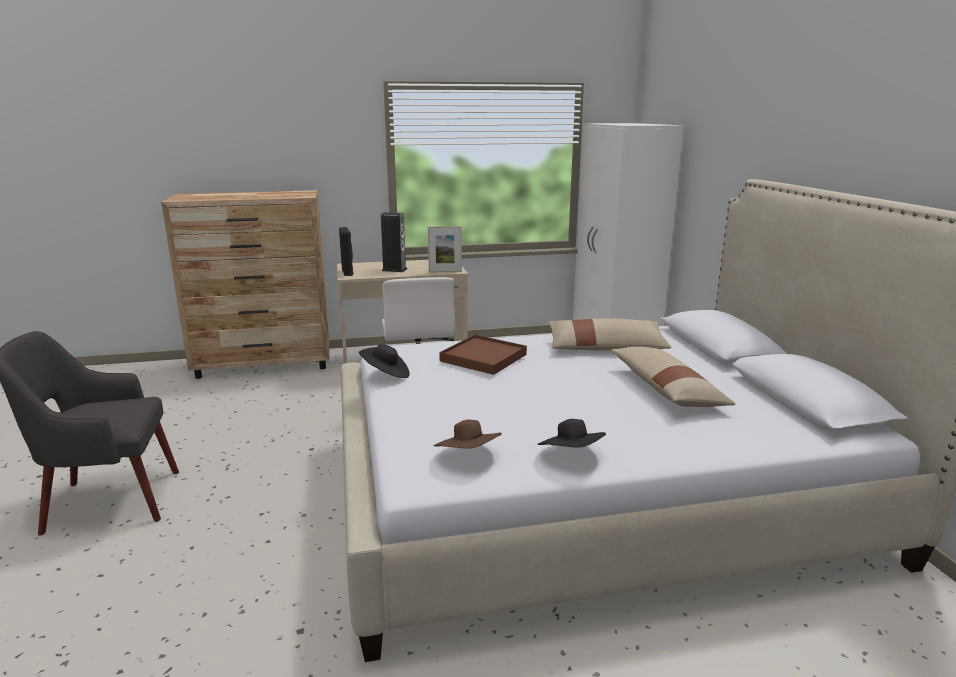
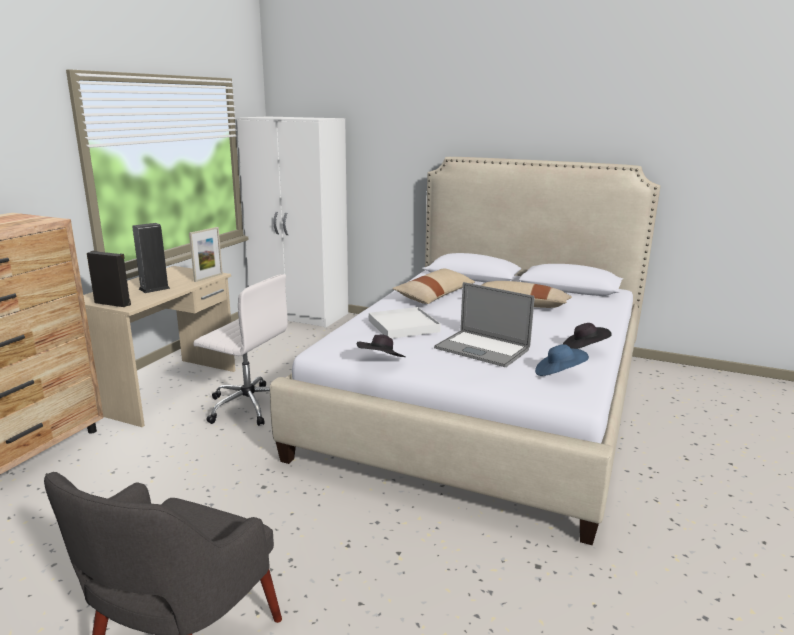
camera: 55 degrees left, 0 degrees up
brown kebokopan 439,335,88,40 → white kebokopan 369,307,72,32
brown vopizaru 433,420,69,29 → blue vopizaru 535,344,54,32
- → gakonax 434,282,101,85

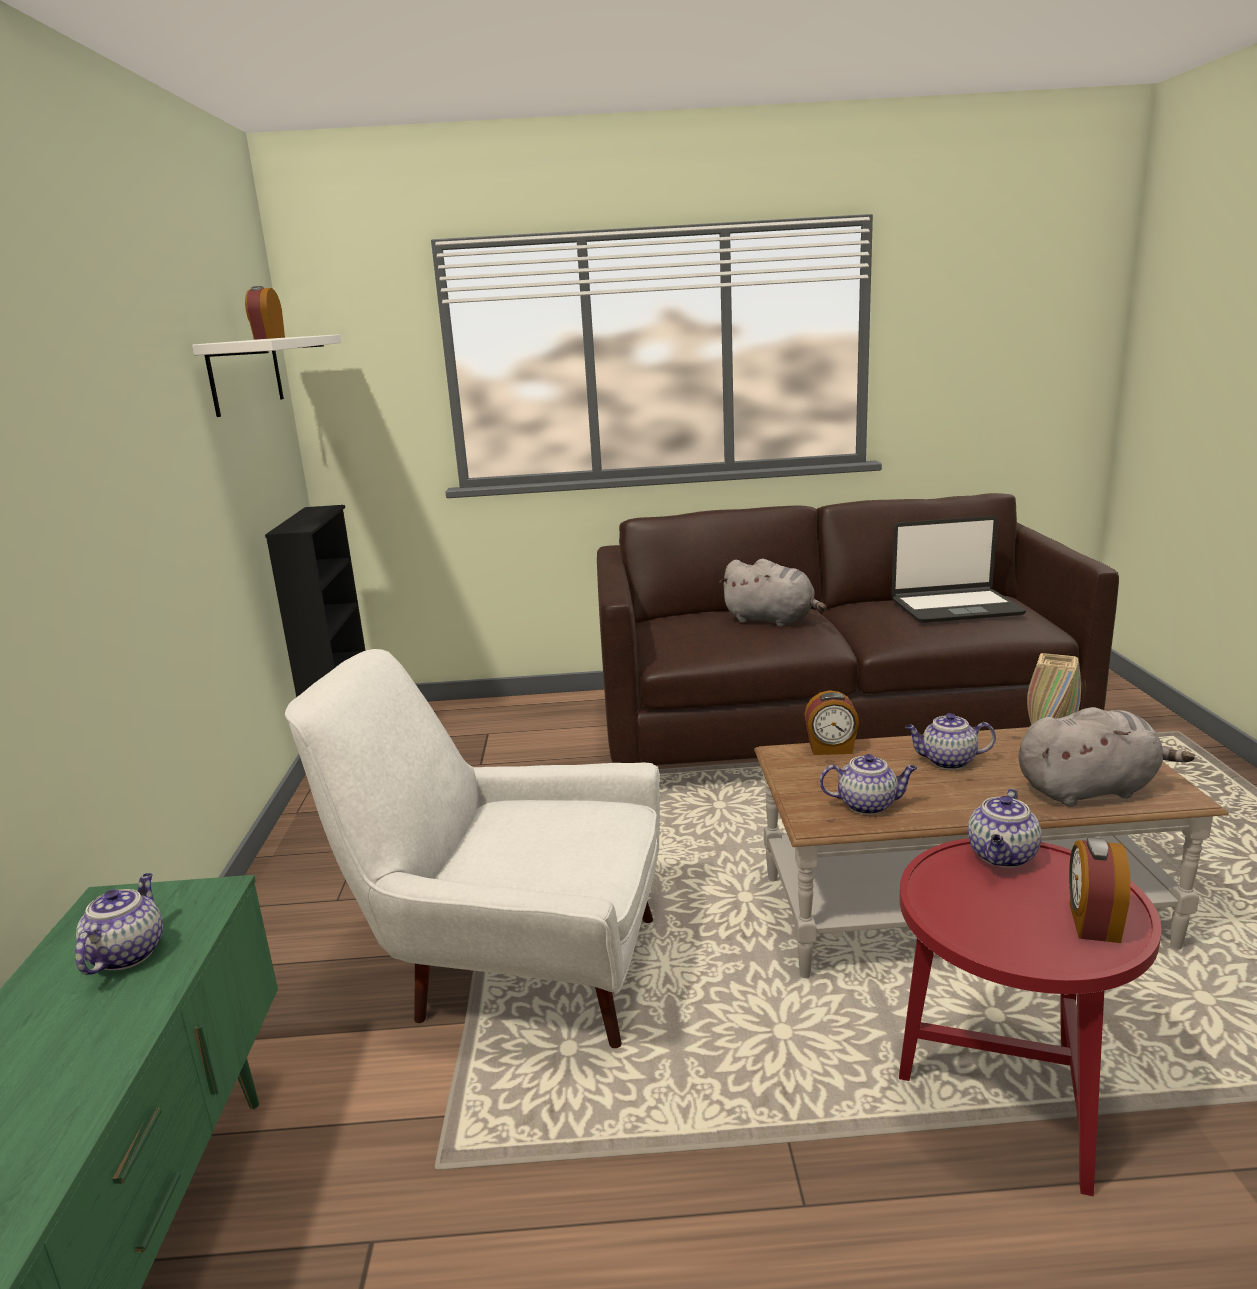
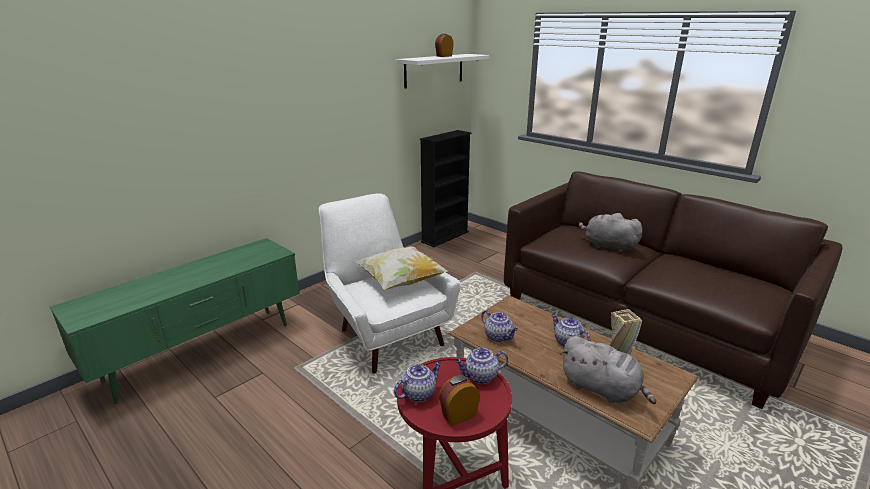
camera: 45 degrees right, 5 degrees up
gakonax 891,516,135,107 → -
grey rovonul 719,559,107,68 → grey rovonul 579,213,64,40, 135 degrees clockwise
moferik 804,690,55,65 → -
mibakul 75,873,88,102 → mibakul 394,361,47,41, move
- → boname 356,246,92,44

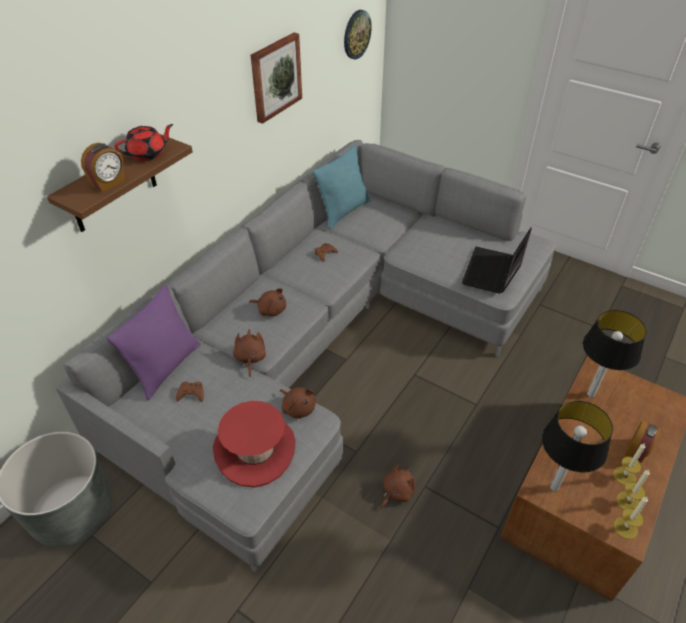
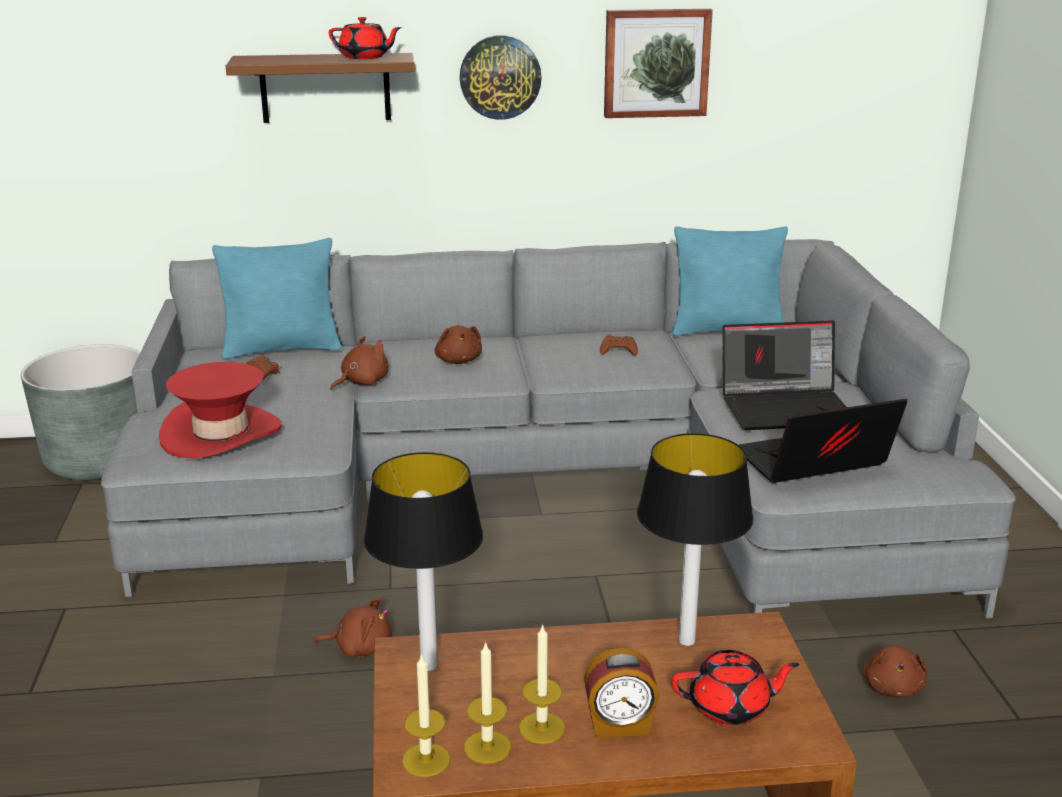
camera: 50 degrees right, 20 degrees down
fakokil 344,10,28,50 → fakokil 460,35,82,85, move
moferik 81,143,44,49 → -
purple boname 107,284,94,116 → turquoise boname 212,238,130,122
brown rovonul 280,387,36,32 → brown rovonul 863,645,64,53, move
- → gakonax 722,320,125,110
- → red mibakul 671,650,129,75

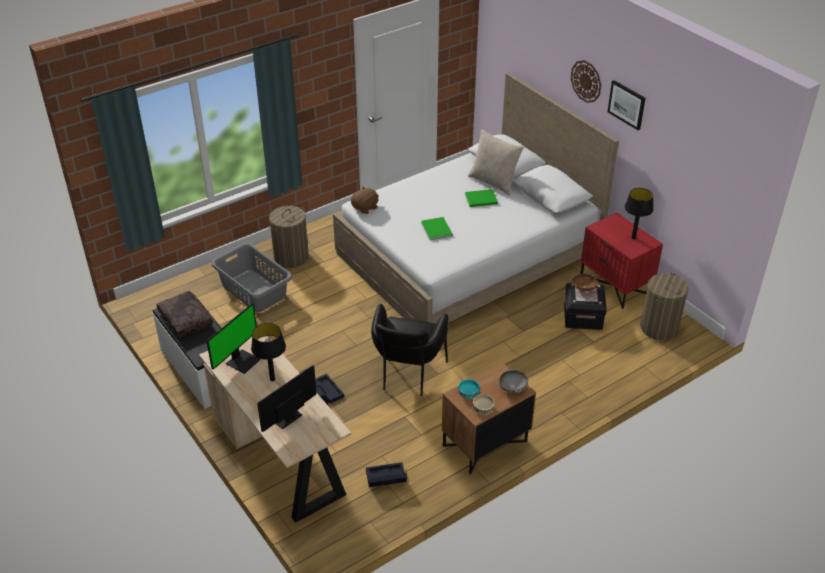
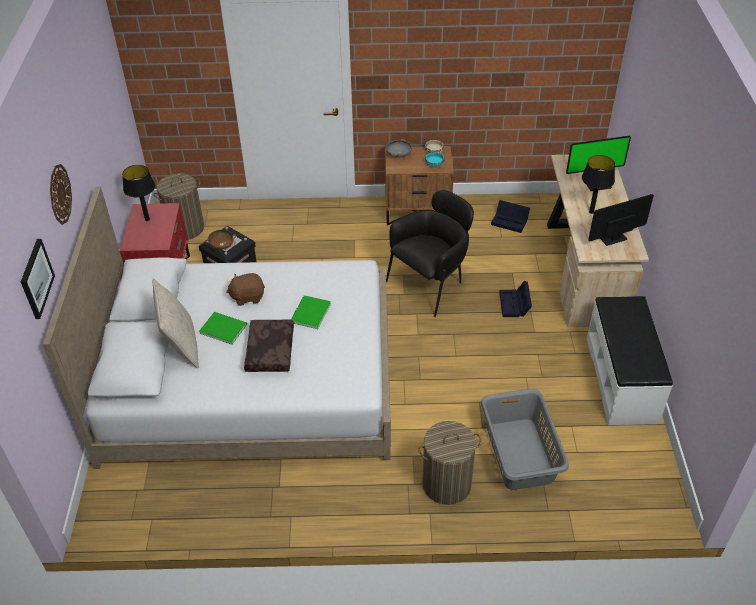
camera: 145 degrees left, 5 degrees up
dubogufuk 607,80,38,50 → dubogufuk 21,239,34,80, move
brown rovonul 351,187,28,27 → brown rovonul 226,273,39,33, move
brown boname 156,291,57,47 → brown boname 244,320,50,52, move

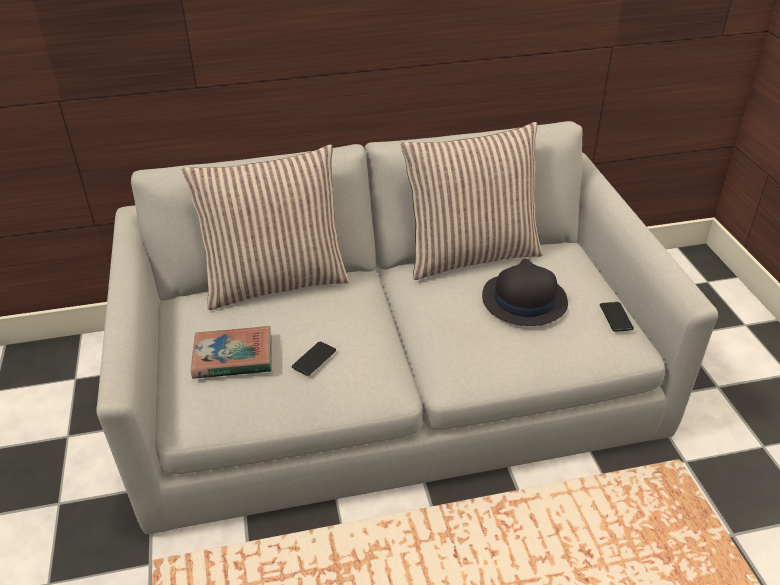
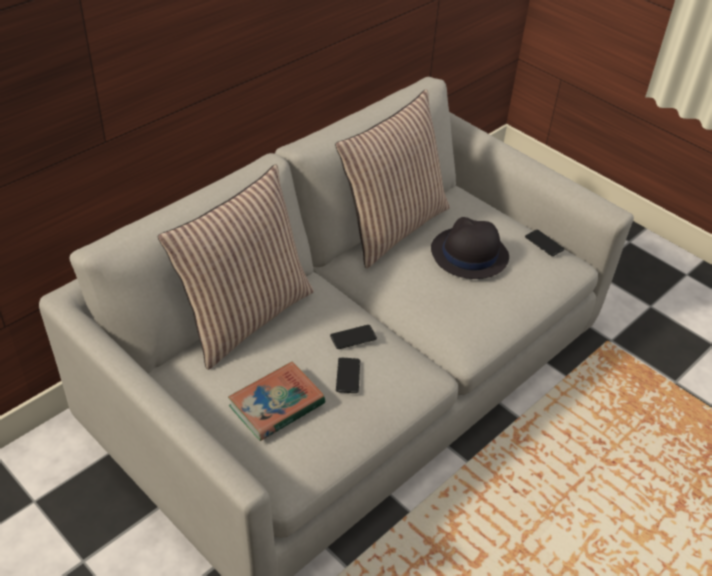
camera: 35 degrees left, 5 degrees up
- → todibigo 330,325,47,24

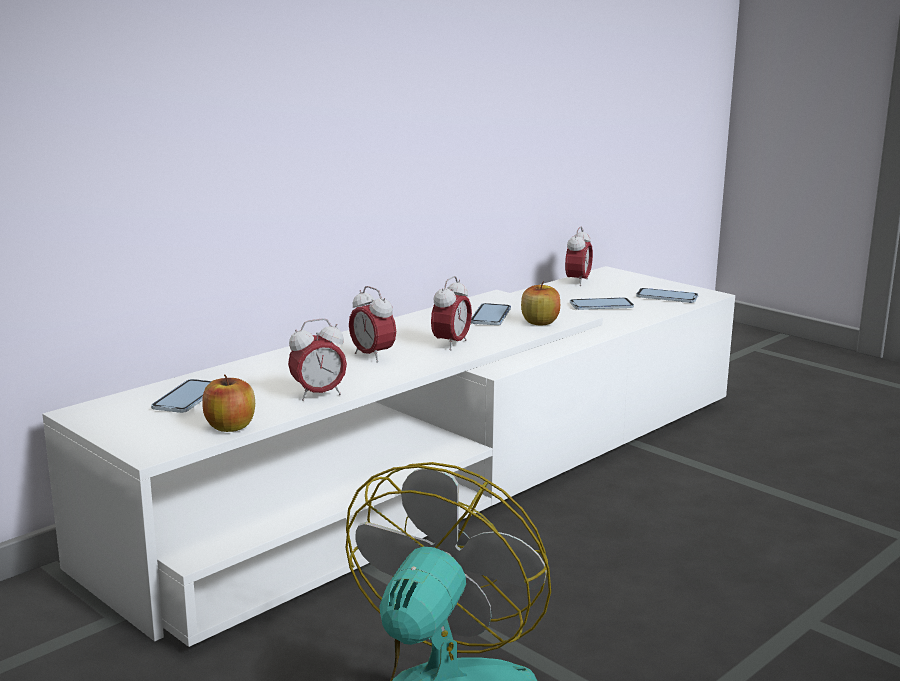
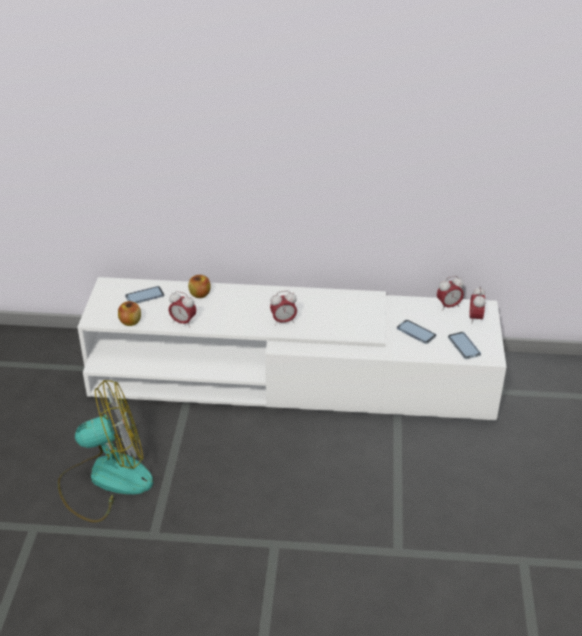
camera: 50 degrees right, 20 degrees up
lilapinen 521,281,39,45 → lilapinen 188,275,23,23, move
moferik 349,286,47,77 → moferik 469,286,17,38, move
todibigo 471,303,40,22 → -

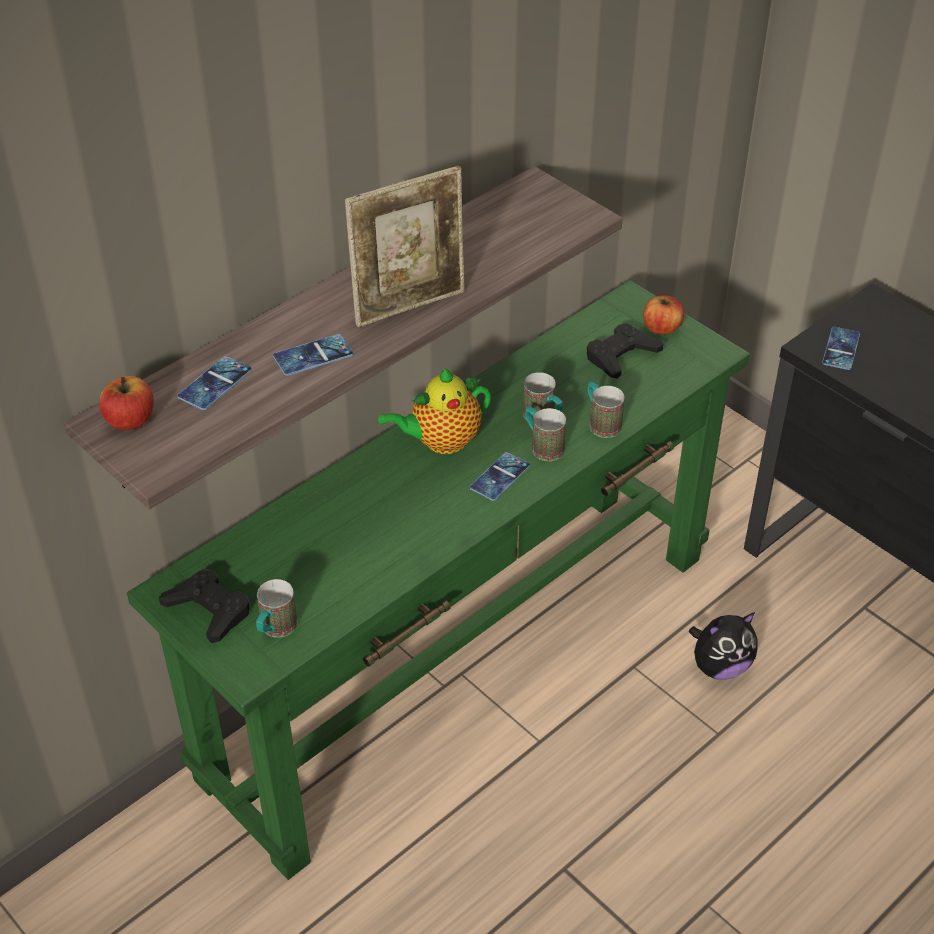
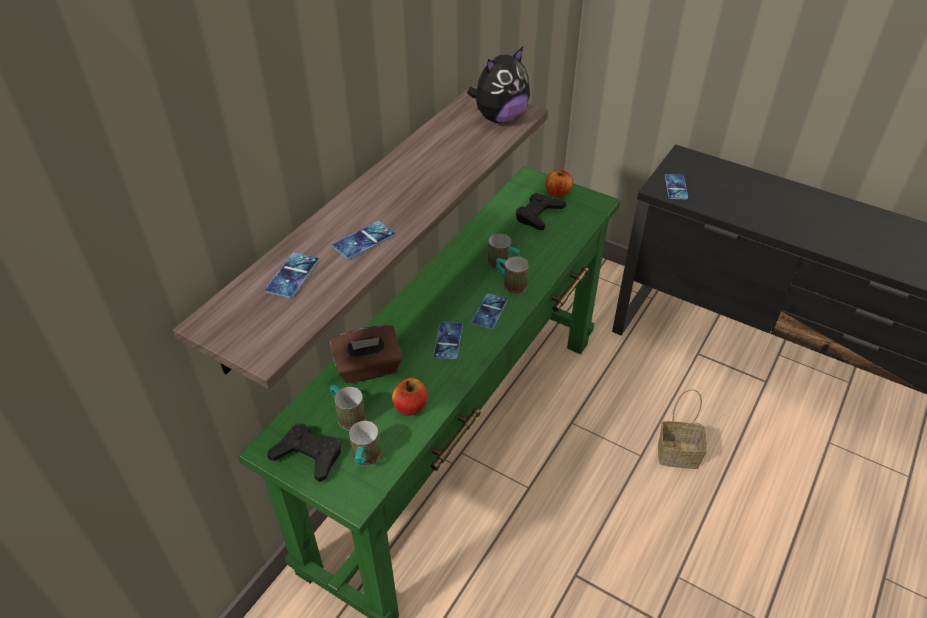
camera: 15 degrees left, 0 degrees up
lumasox 345,166,120,161 → -
mibakul 378,368,113,86 → -
lilapinen 99,376,55,54 → lilapinen 392,378,35,38, move
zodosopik 588,382,37,56 → zodosopik 330,385,36,46, move
rovonul 689,612,69,68 → rovonul 467,47,63,76, move
- → todibigo 433,322,30,38
- → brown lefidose 330,325,72,59
- → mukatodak 658,389,49,80

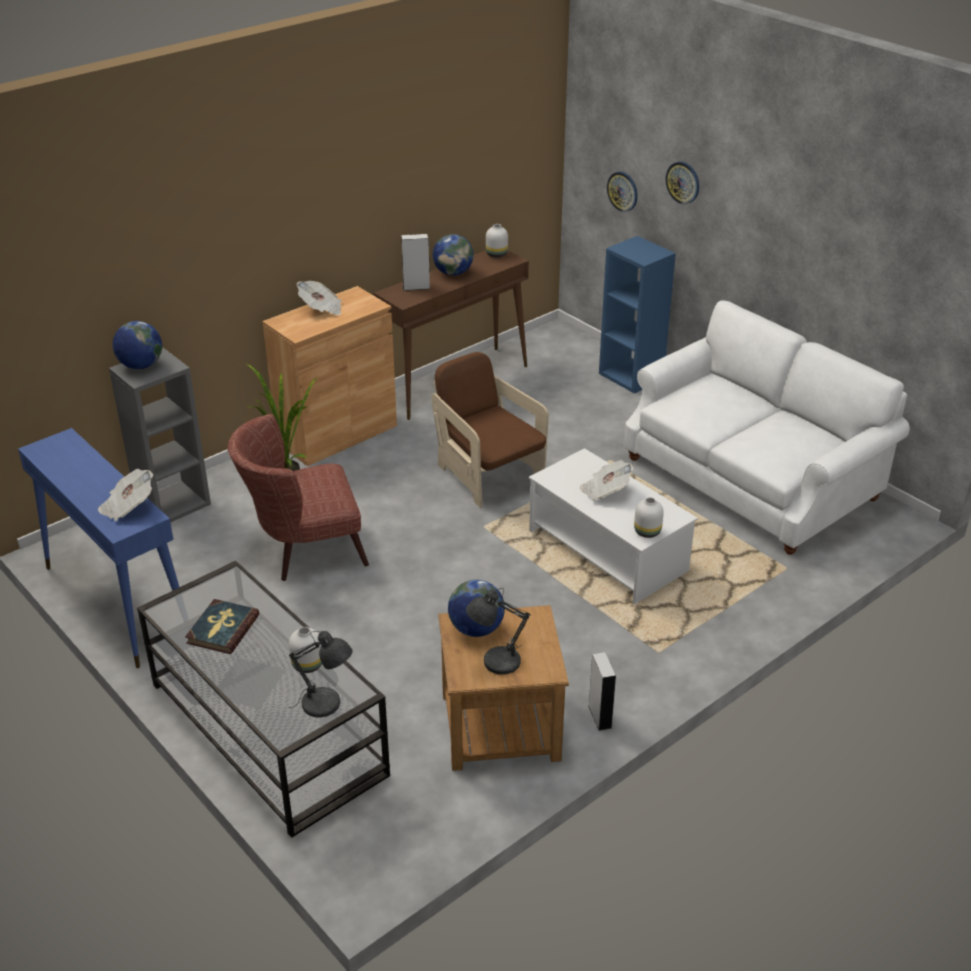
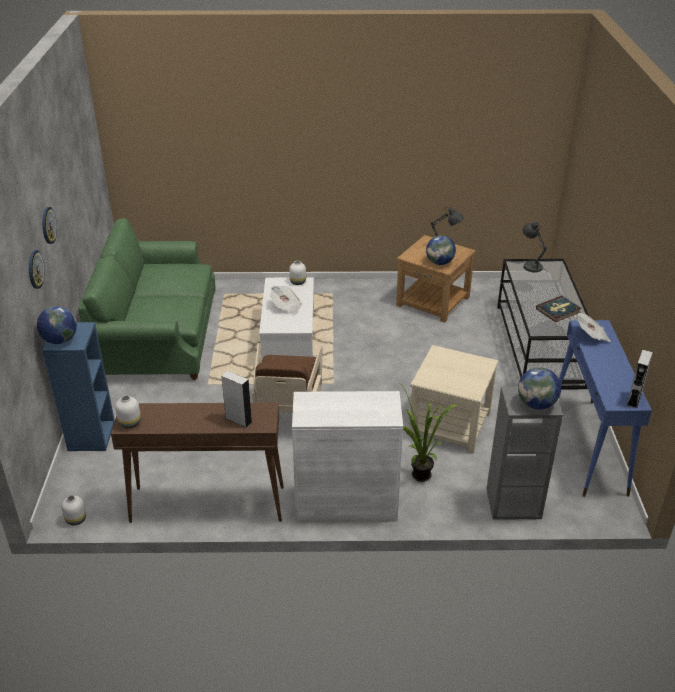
camera: 140 degrees left, 0 degrees up
fakokil 607,172,31,40 → fakokil 42,207,15,37, move
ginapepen 433,234,40,42 → ginapepen 37,306,40,38, move
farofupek 297,281,45,34 → -
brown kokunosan 262,286,135,180 → white kokunosan 292,391,111,132
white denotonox 624,300,286,255 → green denotonox 78,218,137,162
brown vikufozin 228,414,141,167 → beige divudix 409,345,90,109
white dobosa 289,627,33,46 → white dobosa 62,495,24,31, move
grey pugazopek 589,652,27,79 → grey pugazopek 626,349,27,59, move

